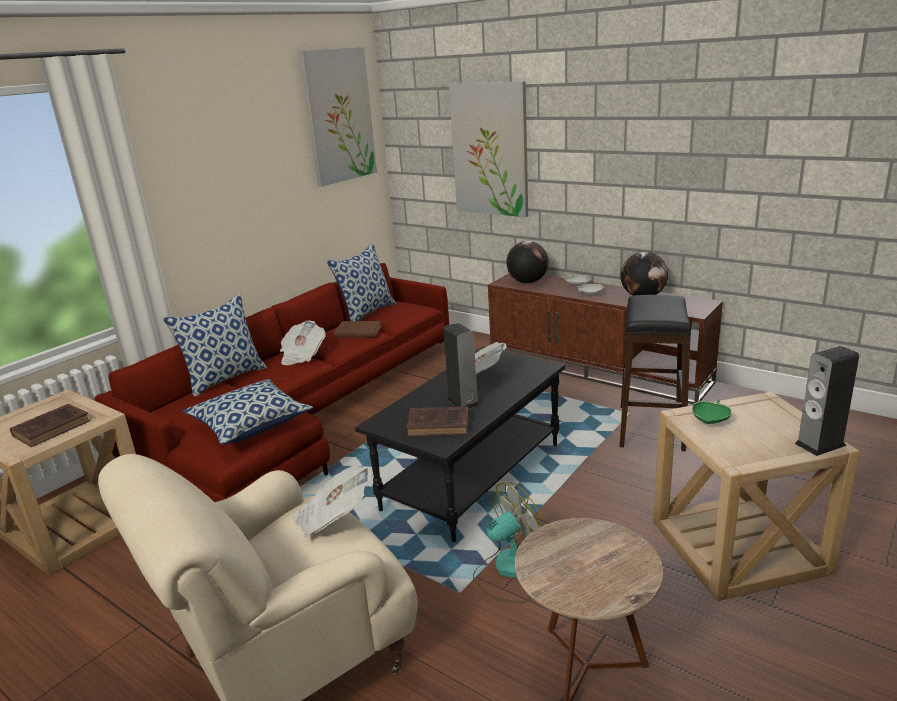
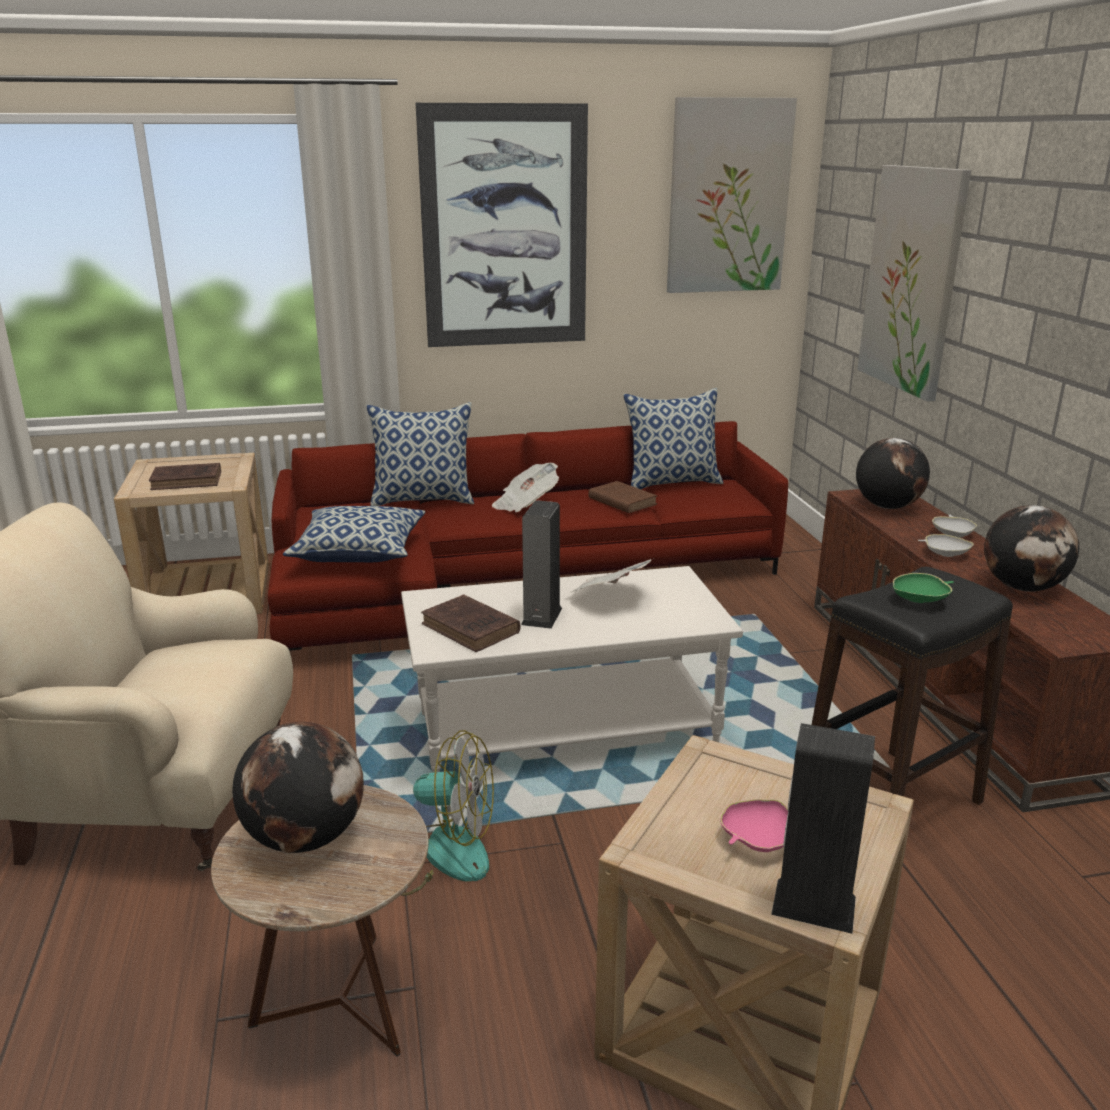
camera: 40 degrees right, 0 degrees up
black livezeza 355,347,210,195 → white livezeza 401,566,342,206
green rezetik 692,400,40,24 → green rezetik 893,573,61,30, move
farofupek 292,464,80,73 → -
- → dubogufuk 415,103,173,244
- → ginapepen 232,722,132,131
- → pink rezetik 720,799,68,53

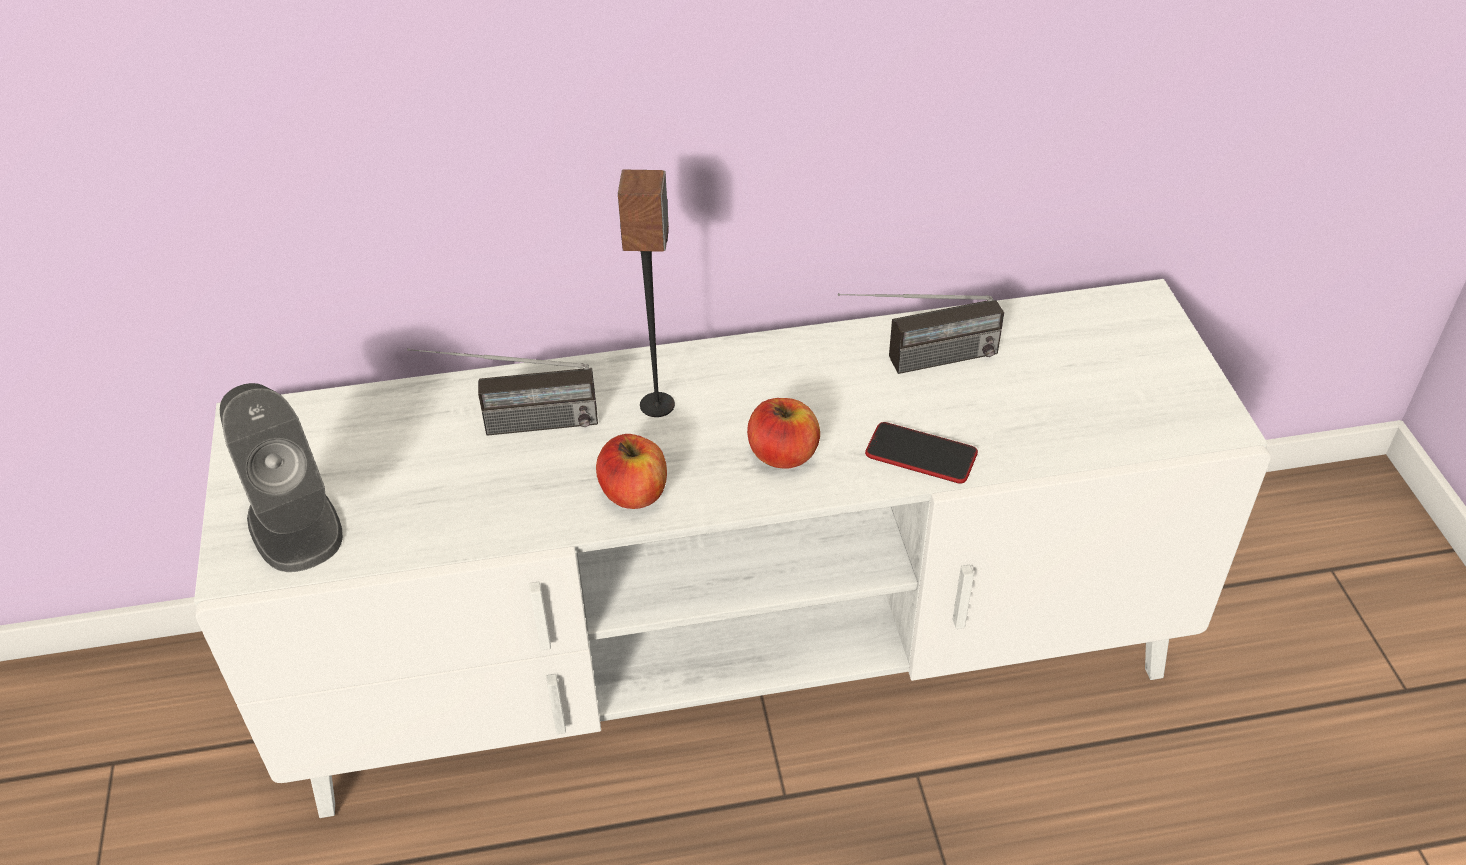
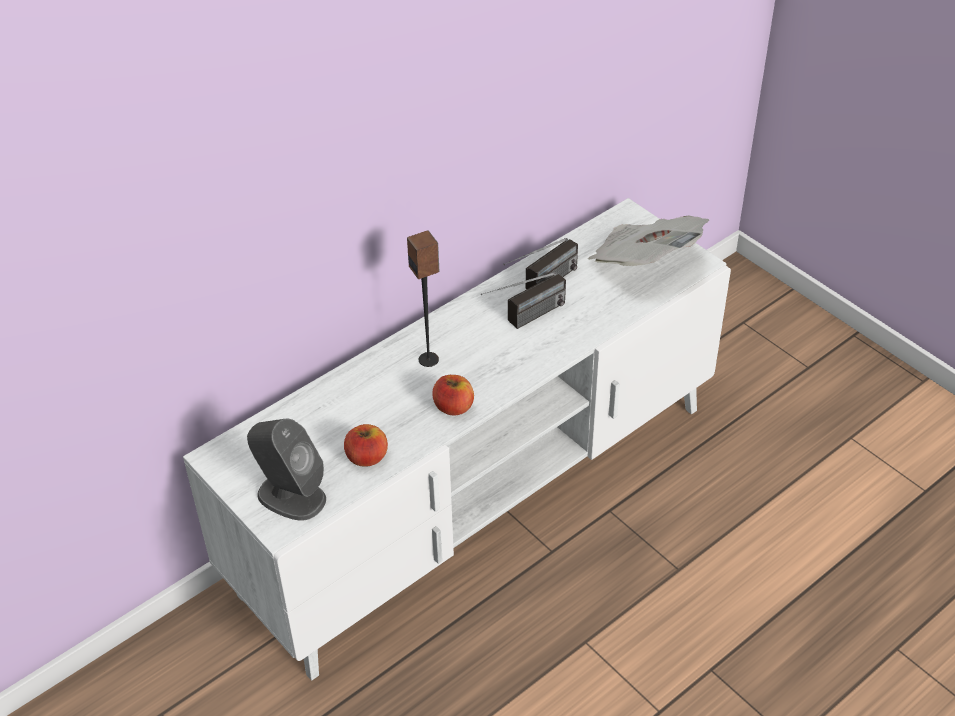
camera: 30 degrees left, 0 degrees up
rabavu 407,348,191,88 → rabavu 481,272,85,57, move
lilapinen 747,398,73,71 → lilapinen 344,424,44,43, move
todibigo 865,422,113,62 → -
- → farofupek 588,215,122,51

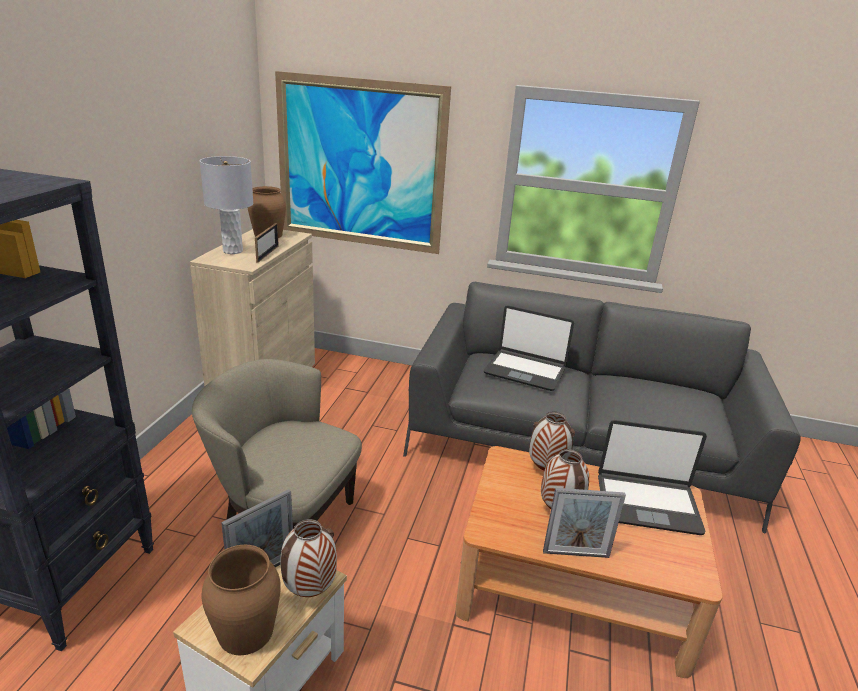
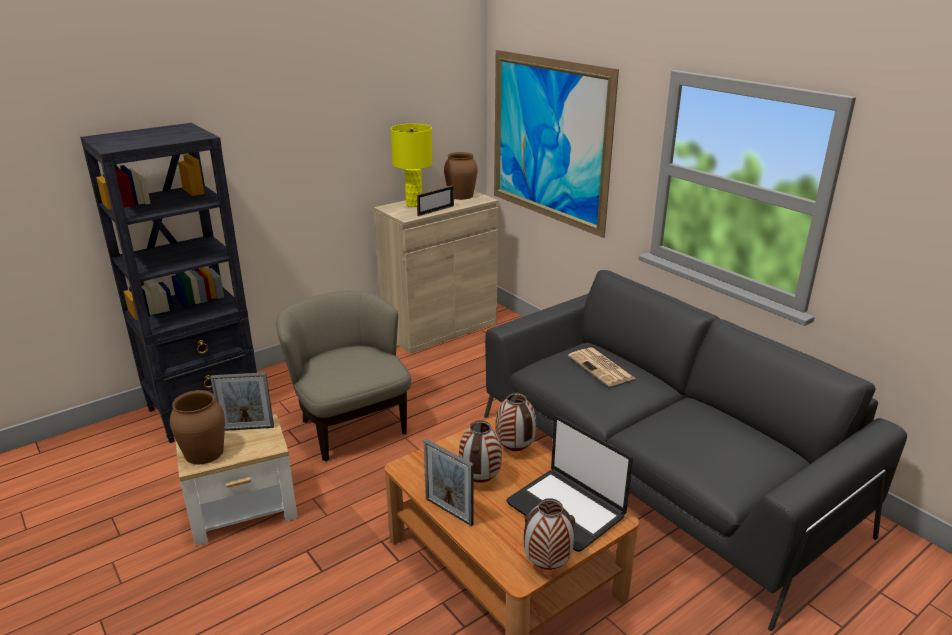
camera: 40 degrees right, 0 degrees up
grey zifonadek 200,156,53,98 → yellow zifonadek 391,124,42,83
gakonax 484,306,90,85 → farofupek 568,347,68,40
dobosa 280,519,57,78 → dobosa 524,498,51,72, move

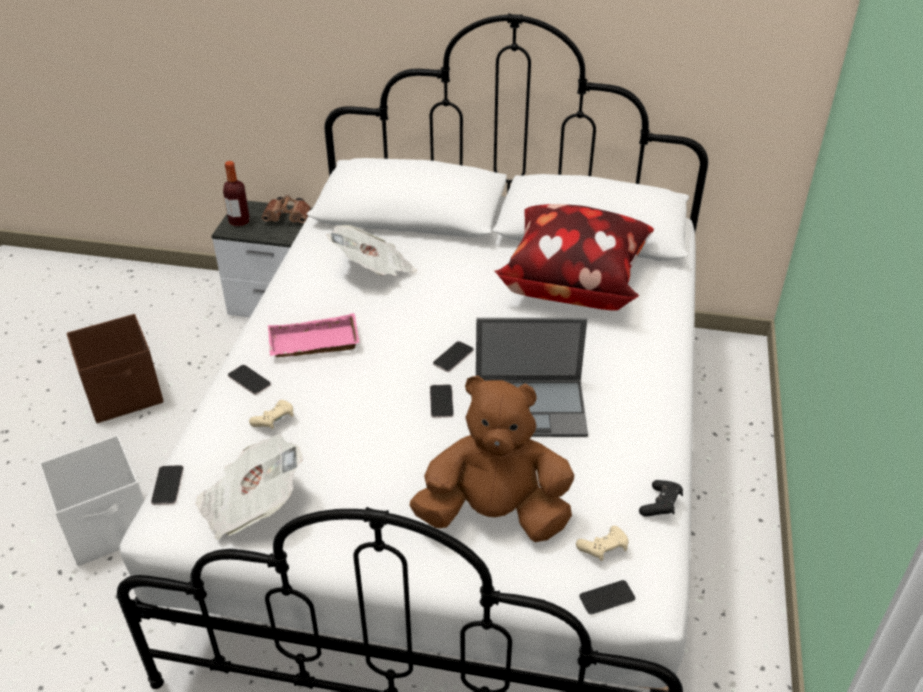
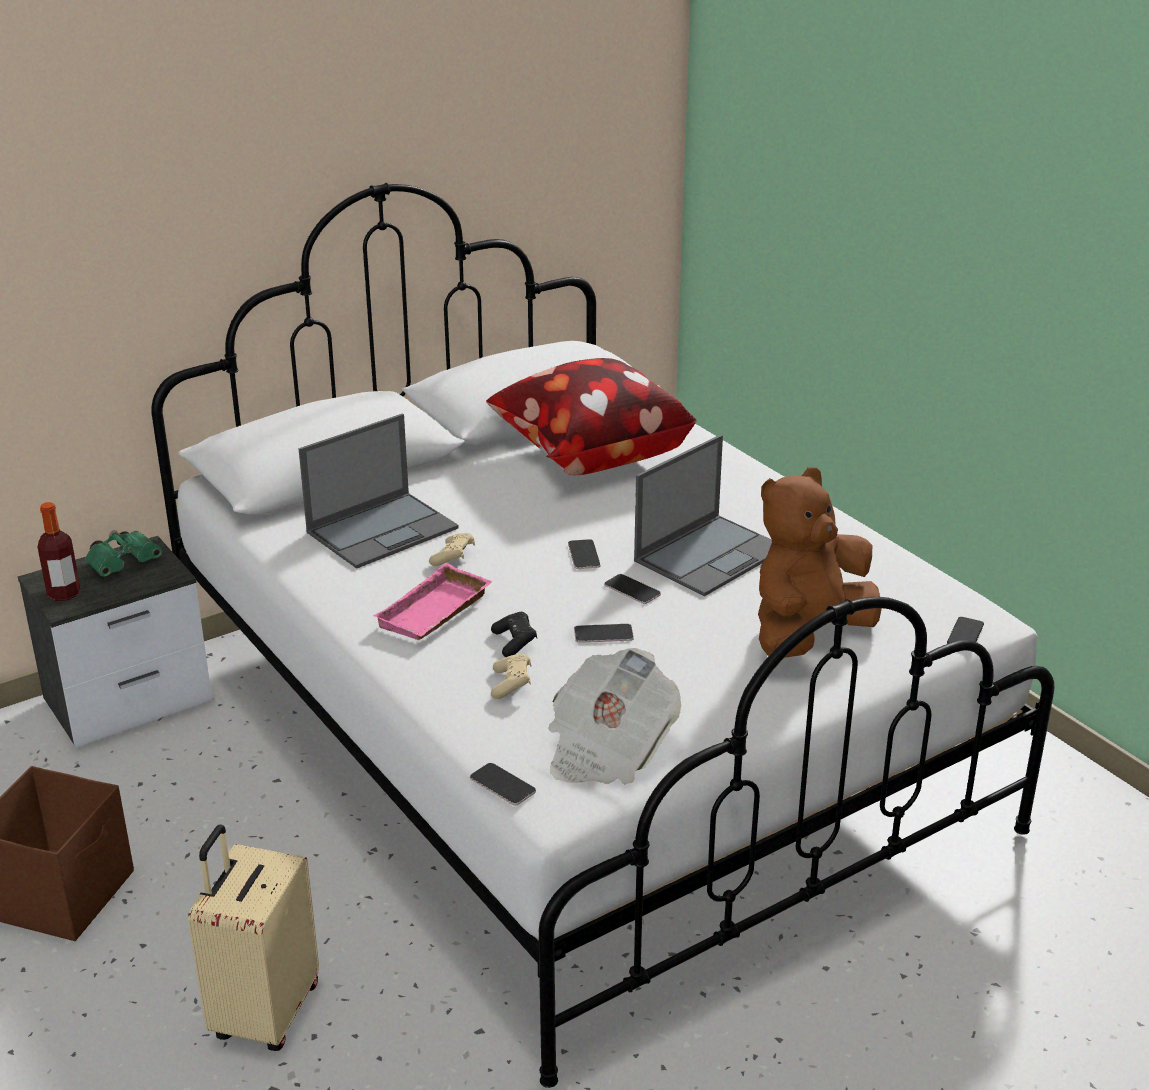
camera: 45 degrees left, 10 degrees down
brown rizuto 262,195,49,28 → green rizuto 86,530,76,47
farofupek 327,225,90,51 → gakonax 298,414,161,155
todibigo 228,365,43,30 → todibigo 574,624,60,19, move
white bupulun 39,435,105,131 → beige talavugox 188,824,131,227
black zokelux 639,480,44,37 → black zokelux 491,612,46,45, move
beige zokelux 576,526,53,35 → beige zokelux 429,533,46,33, move

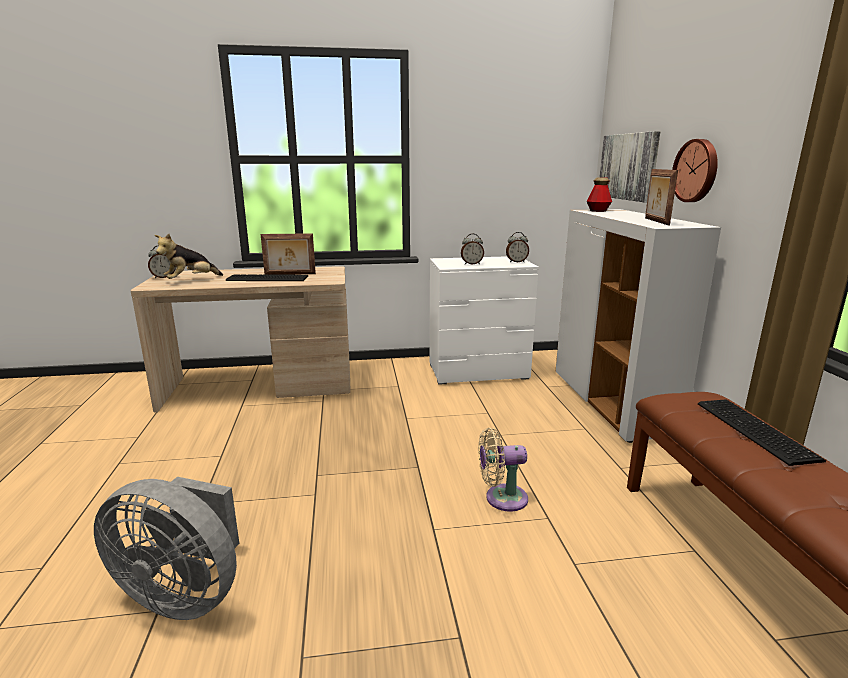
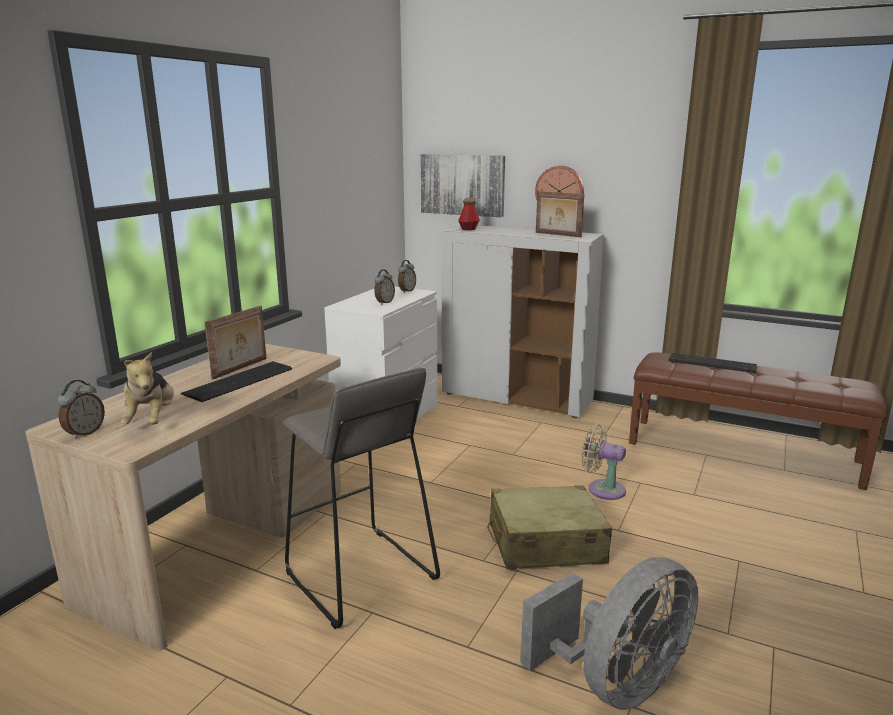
camera: 55 degrees left, 0 degrees up
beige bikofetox 478,428,50,84 → beige bikofetox 582,424,44,76, 90 degrees clockwise
- → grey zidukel 283,368,157,261
- → beige talavugox 487,485,125,85

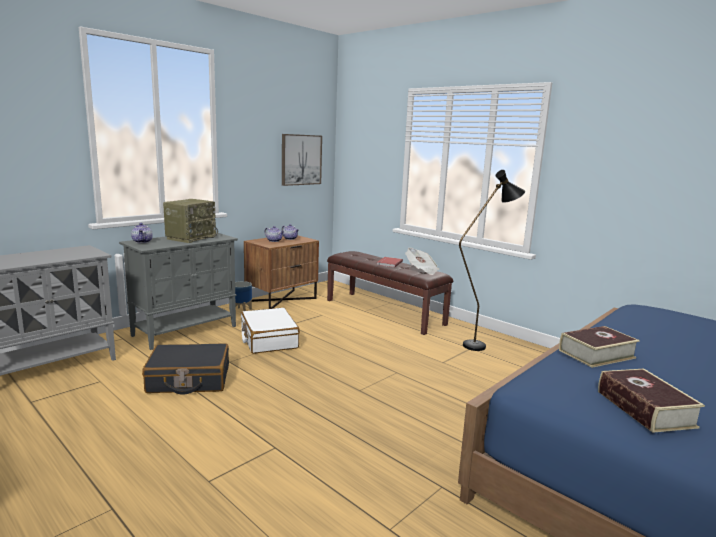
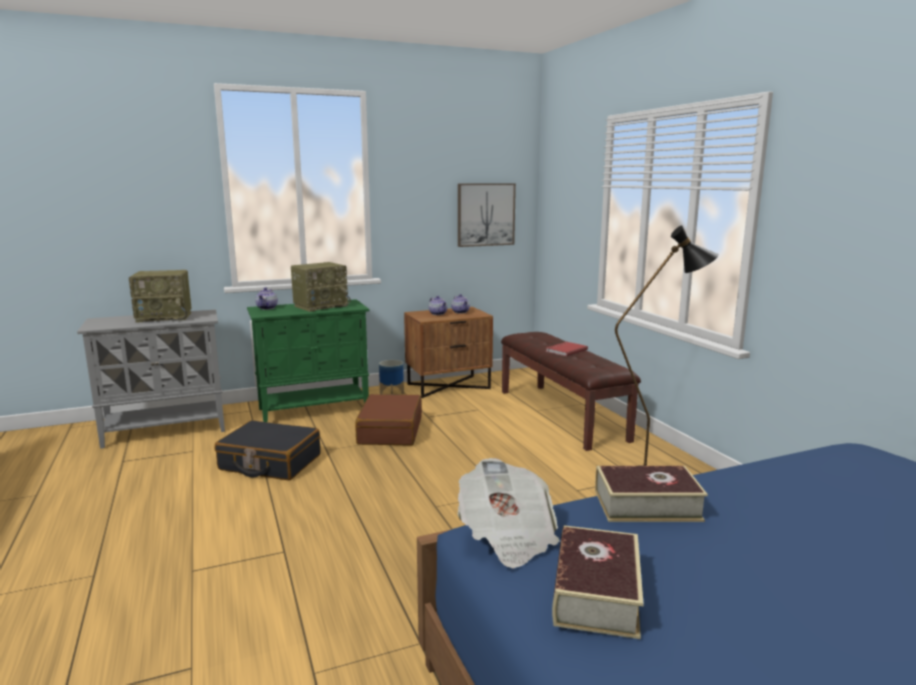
camera: 25 degrees right, 0 degrees up
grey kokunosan 119,232,119,118 → green kokunosan 247,299,122,123
farofupek 405,248,34,27 → farofupek 457,458,103,111, move
white talavugox 241,308,59,46 → brown talavugox 355,394,67,52
- → rabavu 129,270,63,53

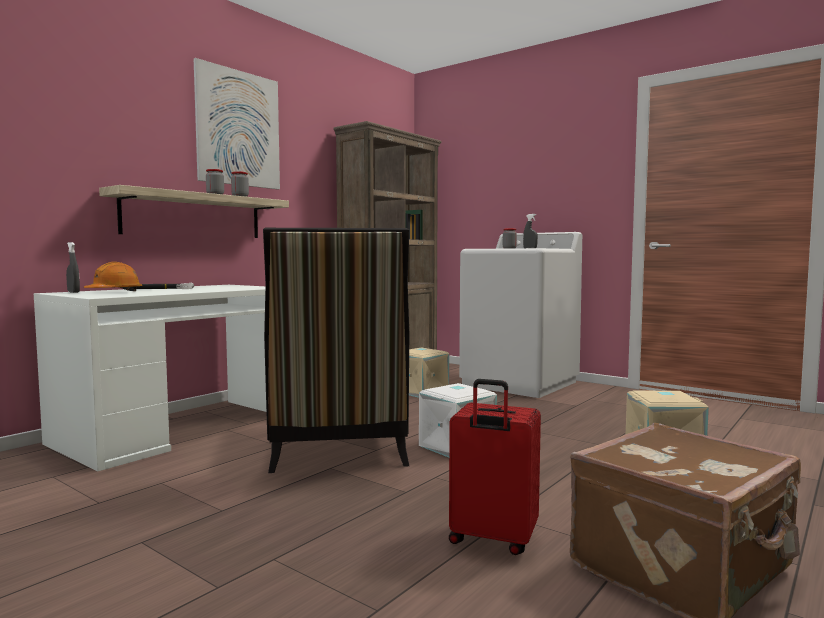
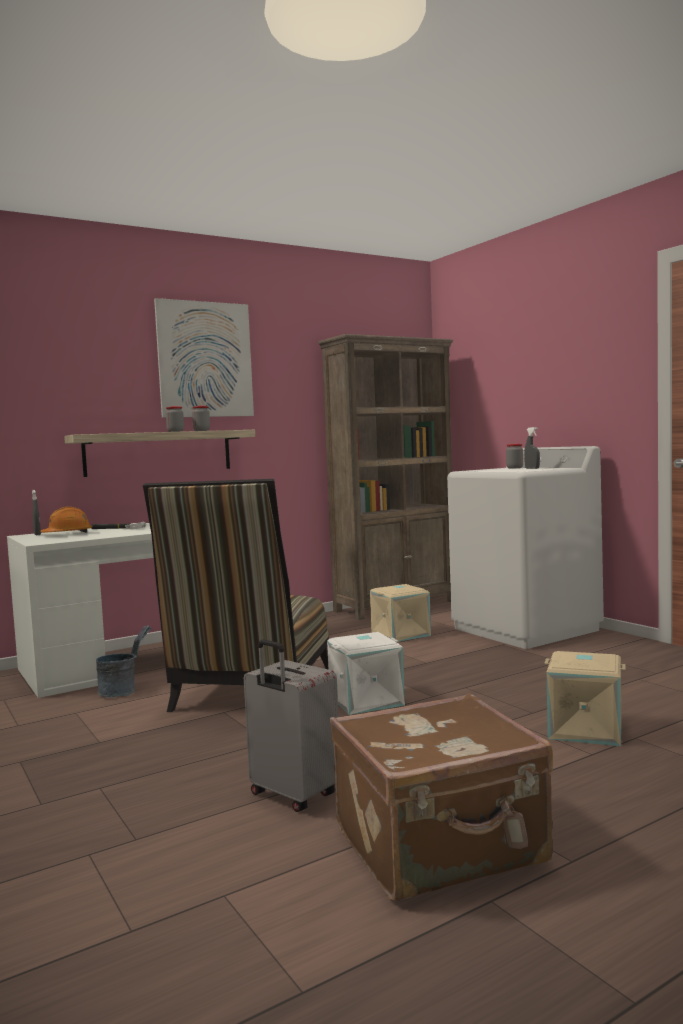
camera: 20 degrees right, 0 degrees up
red talavugox 449,379,92,176 → grey talavugox 244,640,95,172
- → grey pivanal 96,625,56,72

